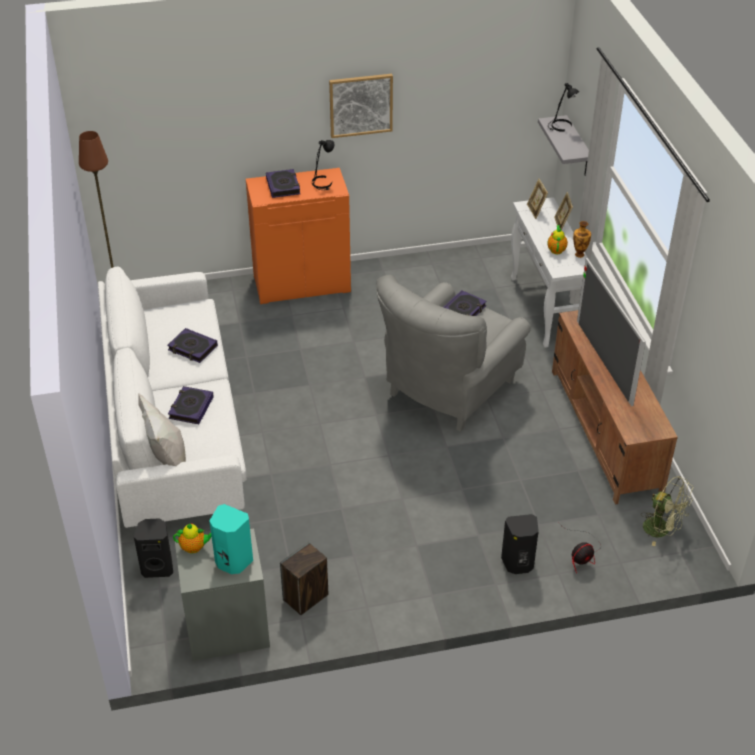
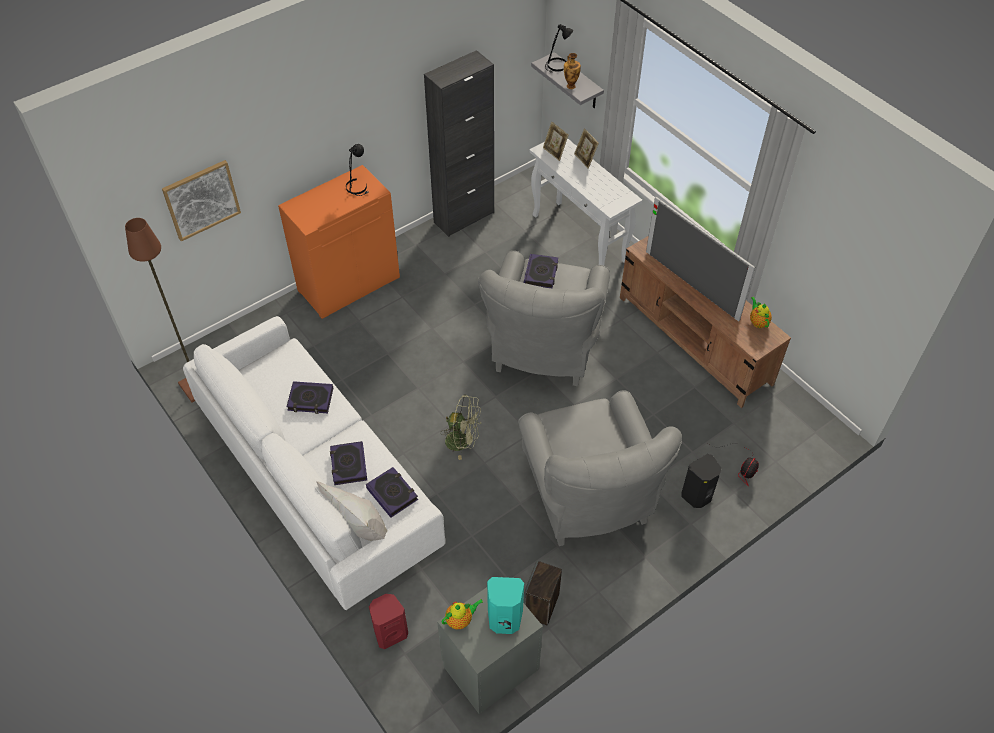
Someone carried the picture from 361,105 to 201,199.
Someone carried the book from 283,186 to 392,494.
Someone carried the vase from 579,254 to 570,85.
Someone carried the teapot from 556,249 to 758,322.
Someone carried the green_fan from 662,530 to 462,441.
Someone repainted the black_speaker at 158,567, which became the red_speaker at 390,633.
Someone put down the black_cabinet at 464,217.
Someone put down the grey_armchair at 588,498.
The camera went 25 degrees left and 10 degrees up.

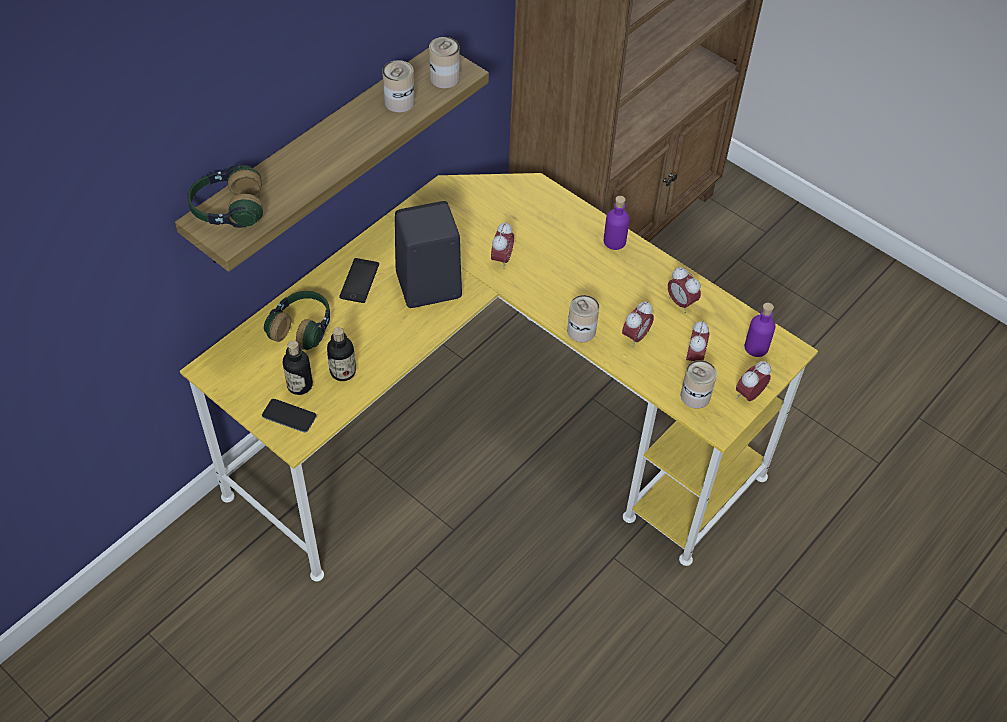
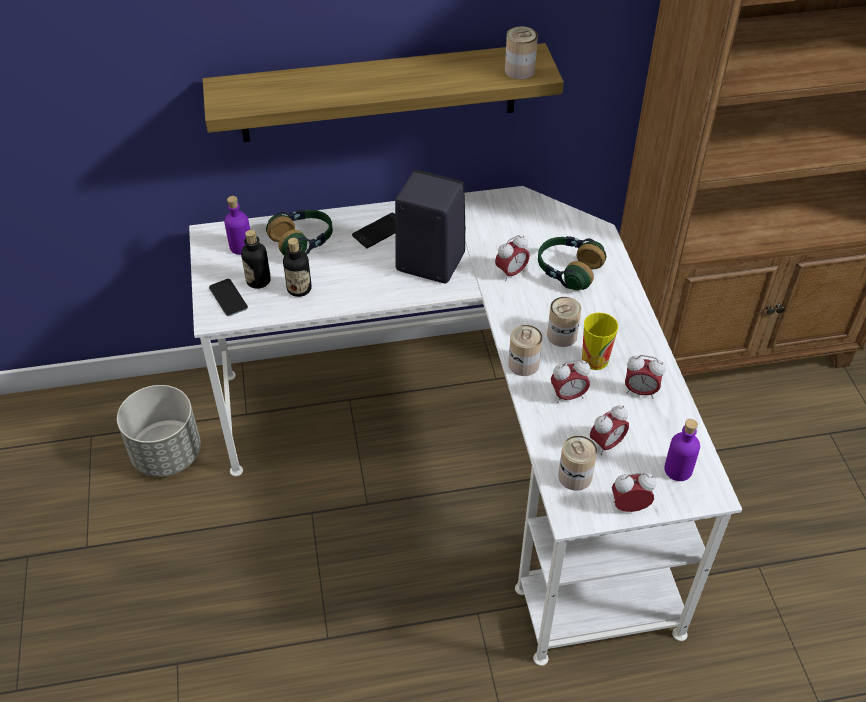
Someone carried the can from 399,102 to 562,335.
Someone carried the headphones from 228,209 to 567,271.
Someone repainted the yellow_desk at 494,434, which became the white_desk at 467,450.
Someone carried the purple_bottle from 614,241 to 241,247.
Someone rotated the alarm_clock at 681,303 by 75 degrees counterclockwise.
Someone put down the cup at 595,360.
Someone put down the grey_planter at 167,455.
The camera went 40 degrees right and 5 degrees down.

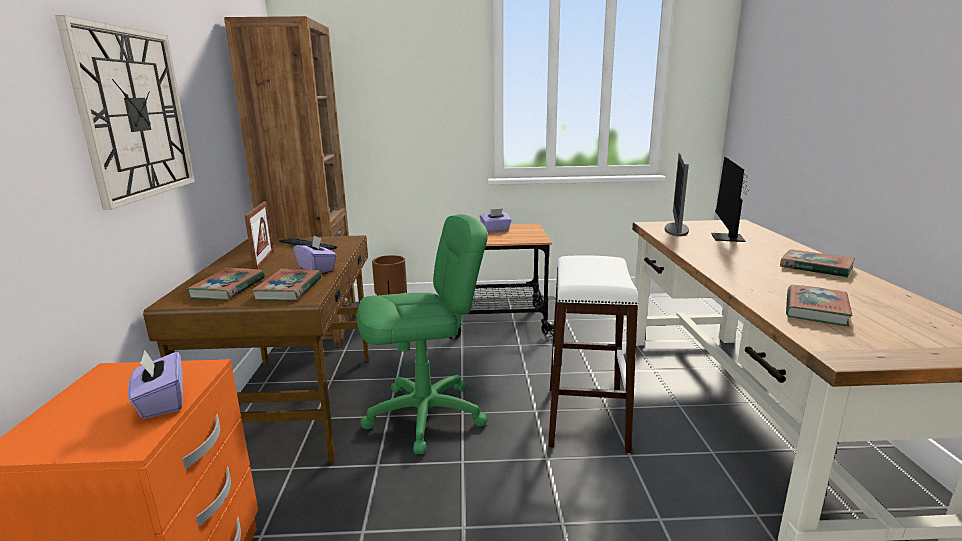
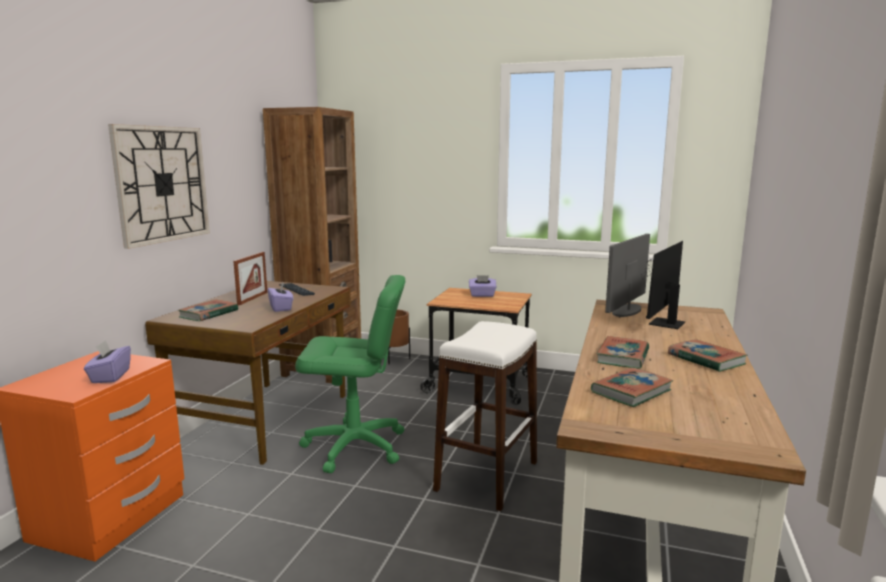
Someone carried the book from 289,289 to 623,356.
The camera went 20 degrees right and 5 degrees down.

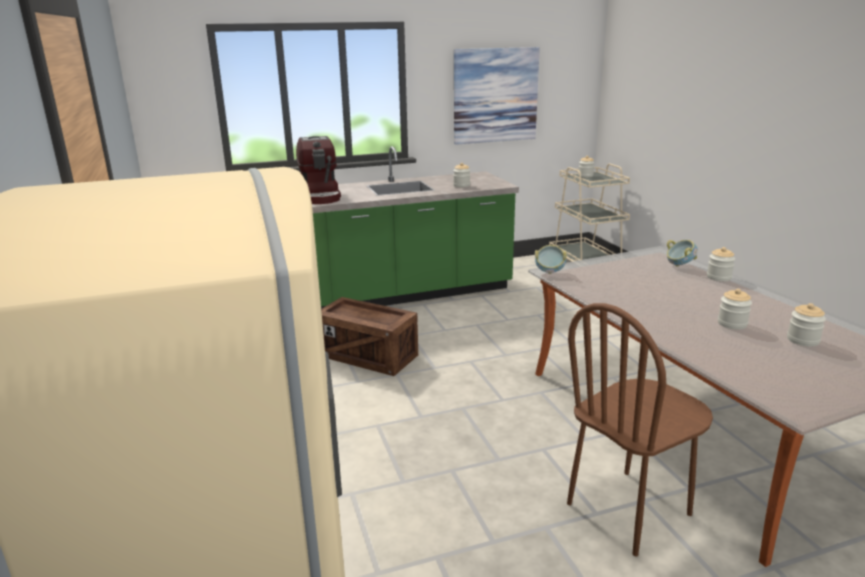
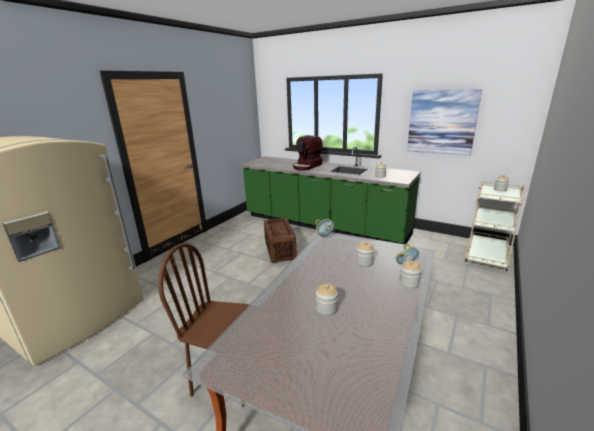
Someone carried the jar from 803,340 to 364,262.
The camera went 50 degrees right and 0 degrees up.

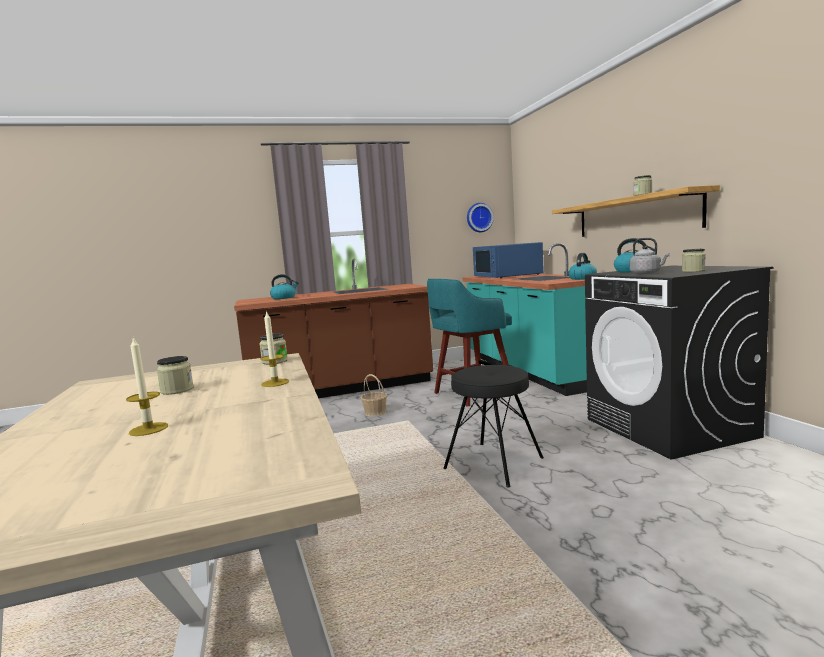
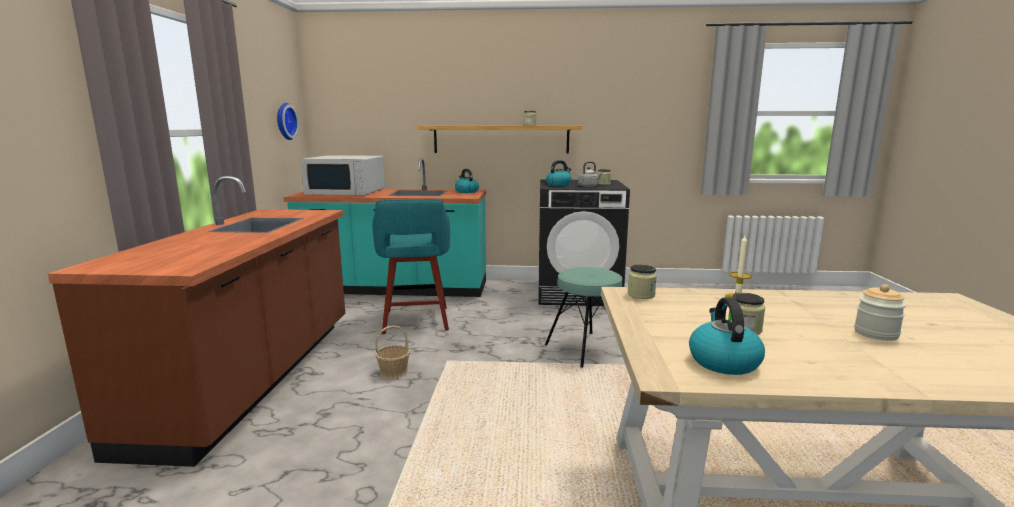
Someone repainted the blue_microwave at 507,276, which became the white_microwave at 347,192.
Someone carried the kettle from 284,298 to 723,361.
Someone swapped the candle at 148,429 for the jar at 876,333.
Someone repainted the black_stool at 493,463, which became the turquoise_stool at 586,349.
The camera went 70 degrees left and 5 degrees up.

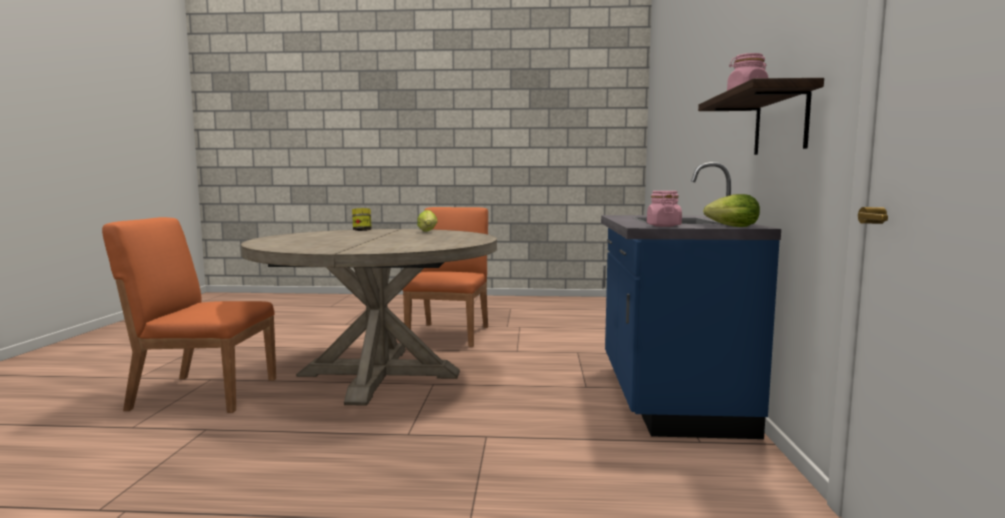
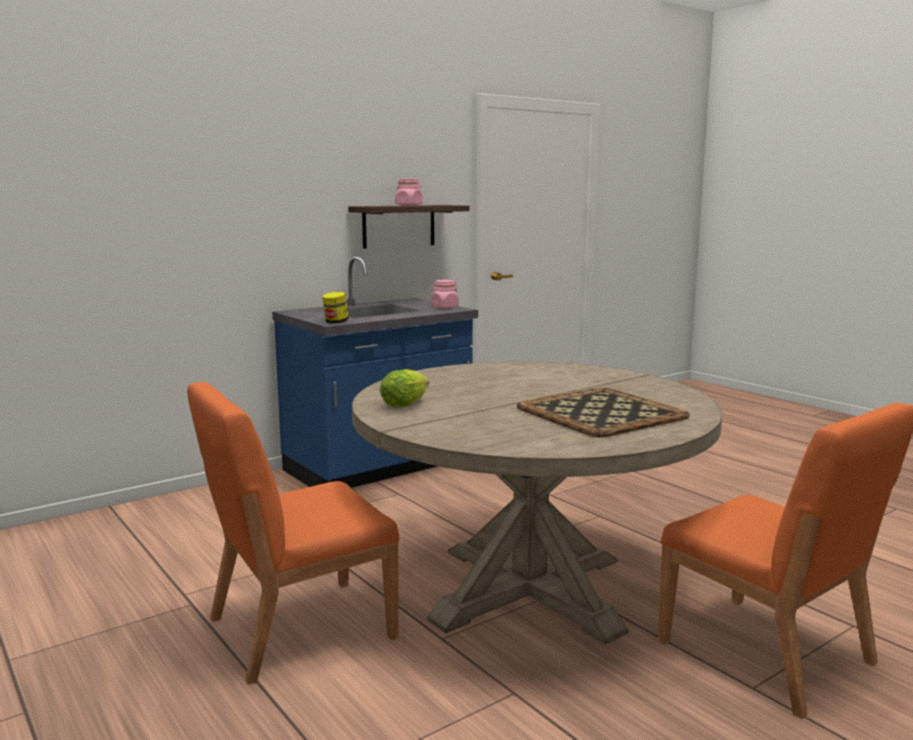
Someone took away the lettuce at 730,226.
Someone carried the jar from 362,231 to 336,322.
Someone put down the tray at 603,413.
The camera went 130 degrees left and 5 degrees up.

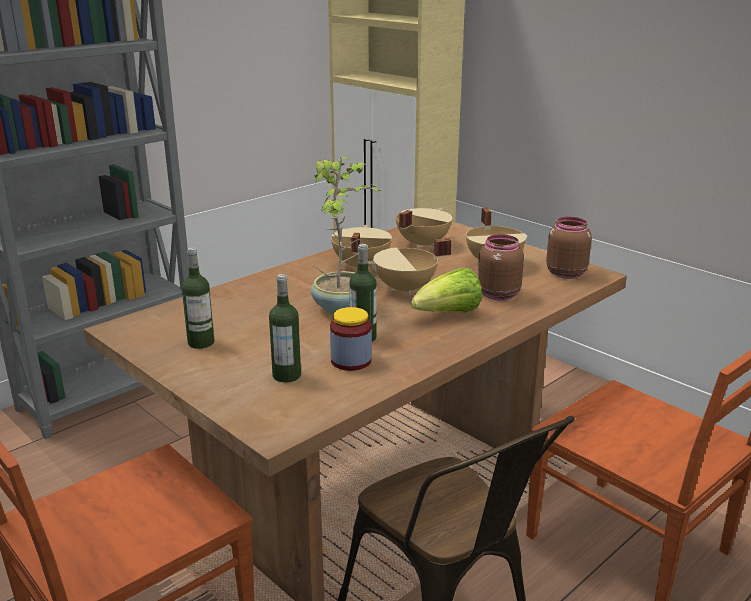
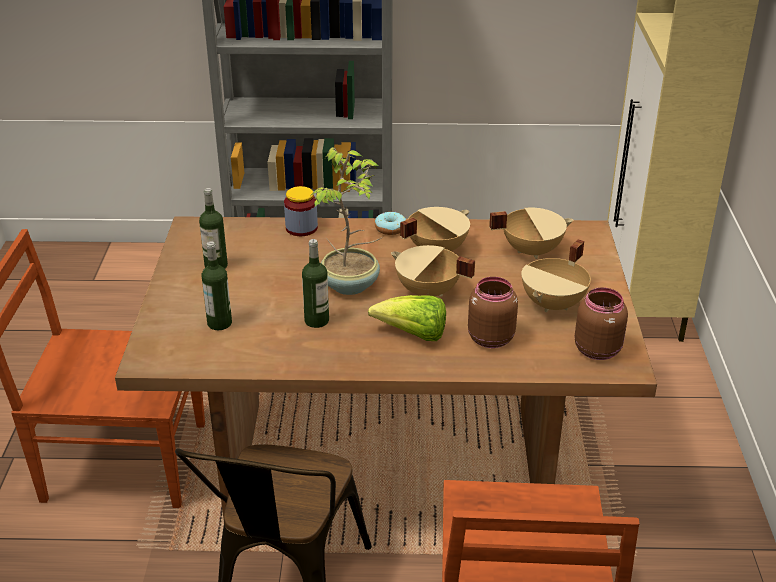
Someone carried the jar from 351,361 to 301,228.
Someone put down the donut at 390,229.
The camera went 45 degrees right and 10 degrees up.

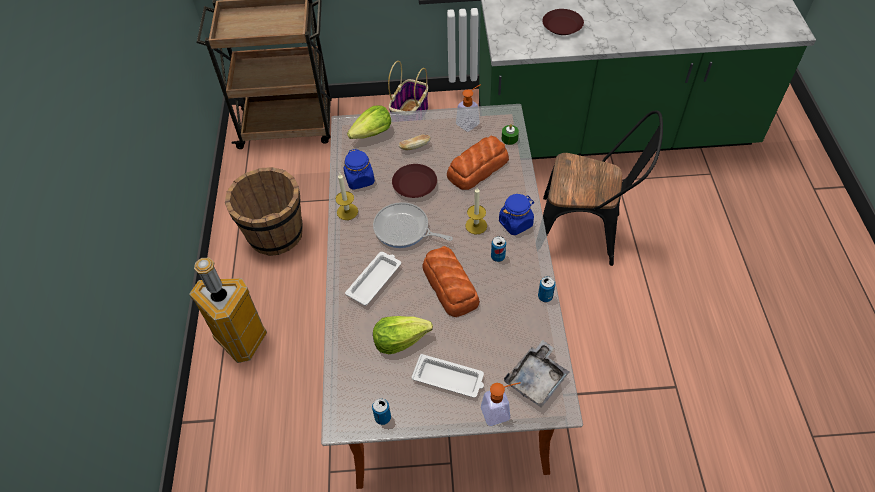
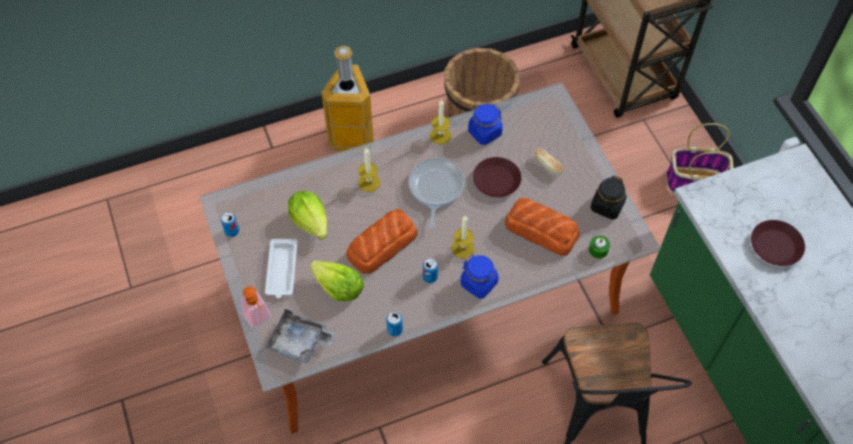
Someone swapped the soap_dispenser at 470,122 for the black_jar at 607,206.
Someone carried the lettuce from 372,133 to 338,288.
Someone swapped the white_tray at 375,280 for the candle at 369,182.
The camera went 70 degrees right and 5 degrees up.

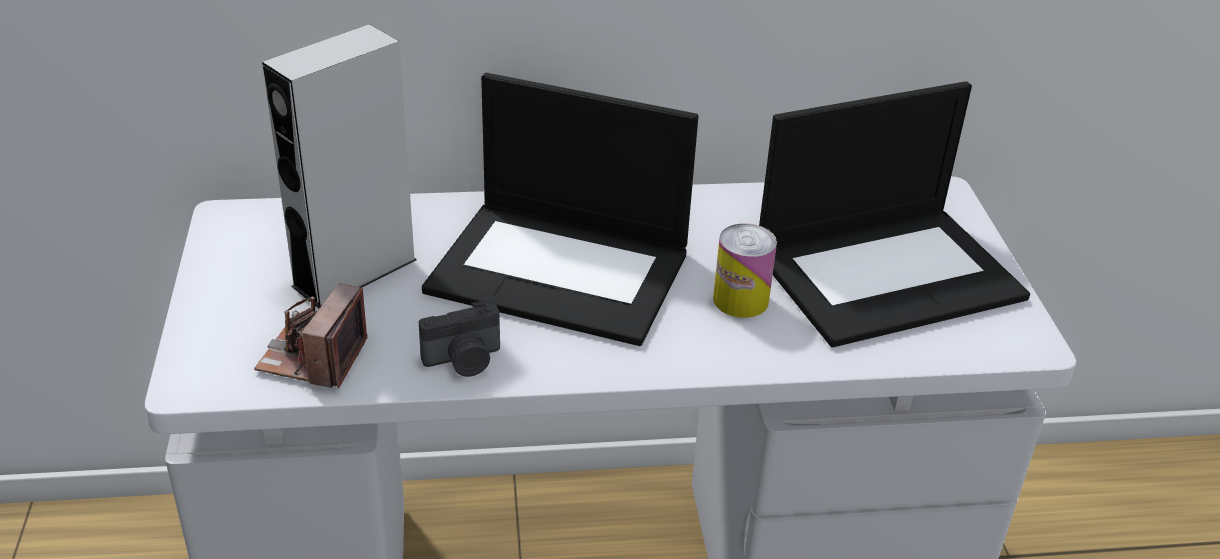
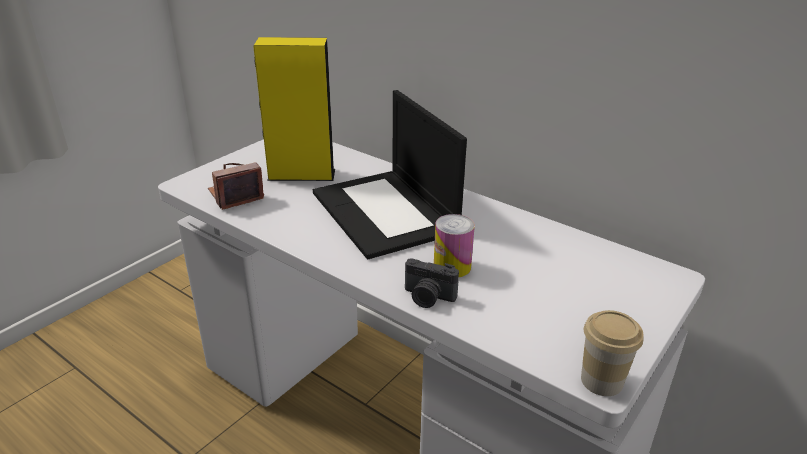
Someone repainted the grey_speaker at 354,273, which became the yellow_speaker at 301,174.
Someone took away the laptop at 889,273.
Someone carried the photo_camera from 464,361 to 428,297.
Someone put down the cup at 601,381.
The camera went 45 degrees right and 5 degrees down.

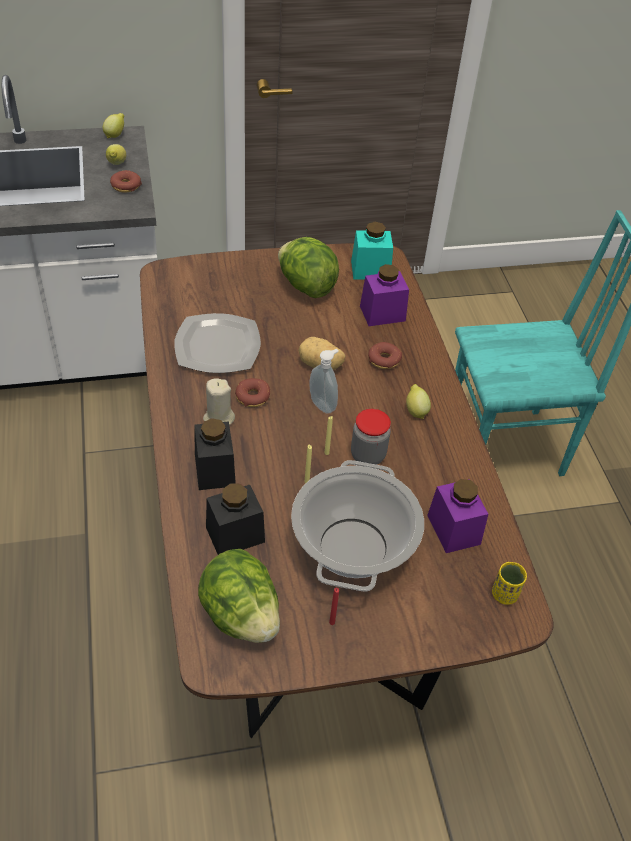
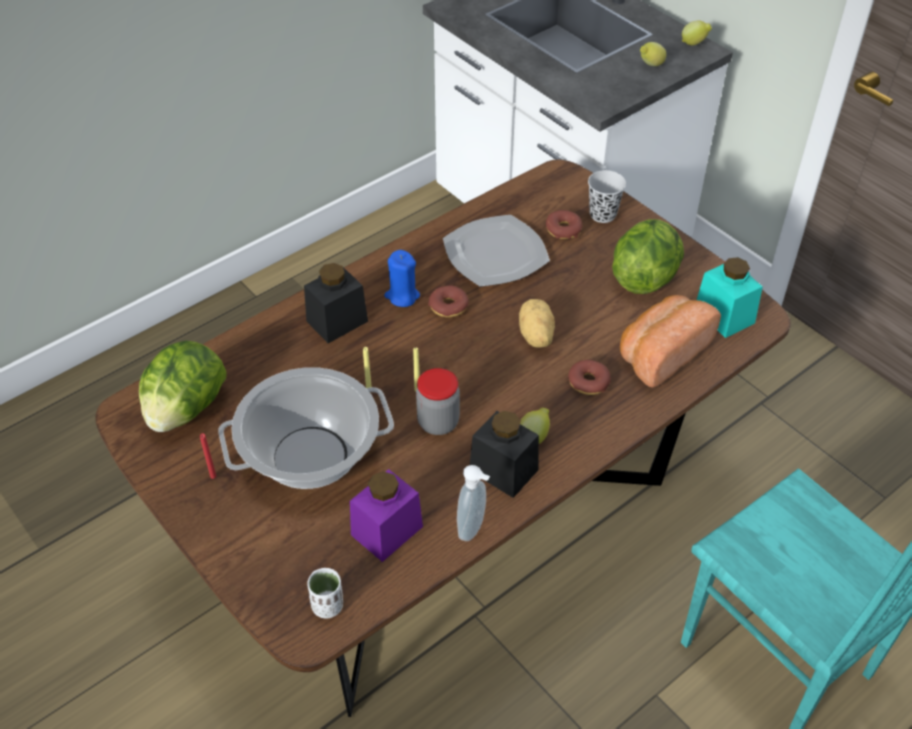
Someone carried the donut from 126,186 to 563,229.
Someone swapped the purple_jar at 382,313 for the bread at 661,353.
Someone carried the soap_dispenser from 323,404 to 473,528.
Someone repainted the beige_candle at 218,418, which became the blue_candle at 402,296.
Someone carried the black_jar from 235,534 to 503,470.
Someone repainted the yellow_cup at 504,594, which became the white_cup at 327,606.
Someone put down the black_cup at 602,214.
The camera went 65 degrees right and 0 degrees up.

